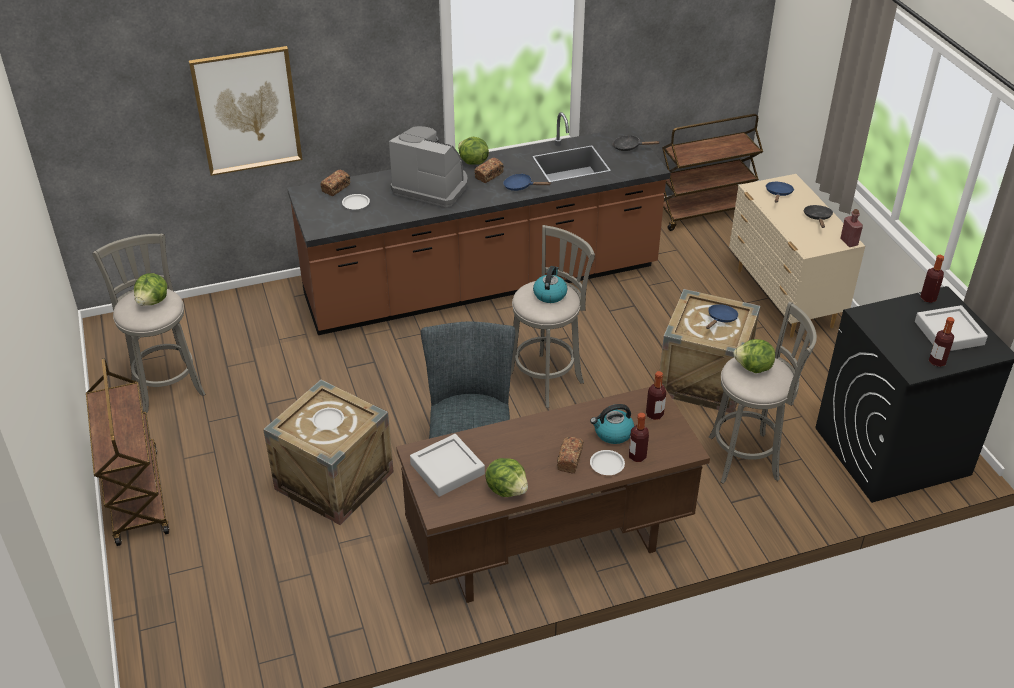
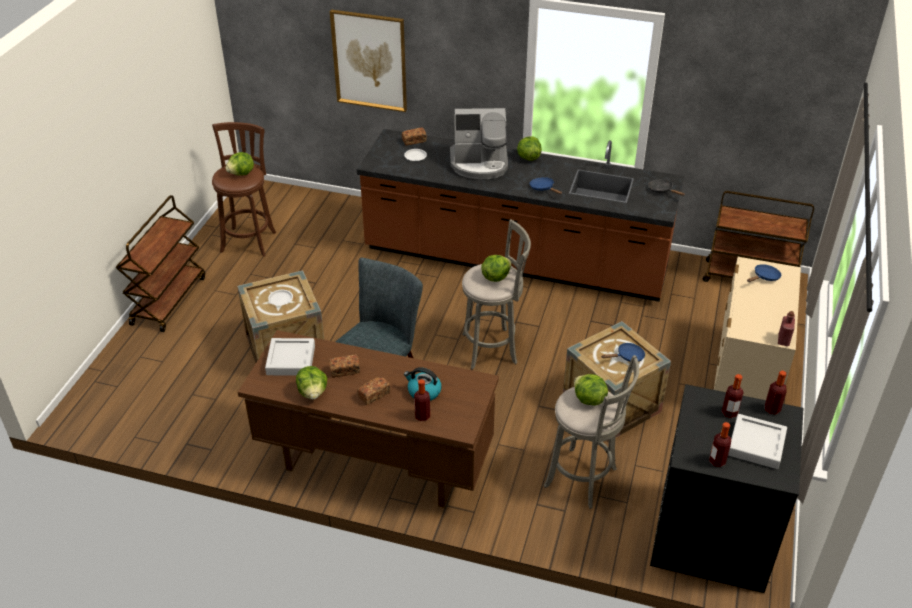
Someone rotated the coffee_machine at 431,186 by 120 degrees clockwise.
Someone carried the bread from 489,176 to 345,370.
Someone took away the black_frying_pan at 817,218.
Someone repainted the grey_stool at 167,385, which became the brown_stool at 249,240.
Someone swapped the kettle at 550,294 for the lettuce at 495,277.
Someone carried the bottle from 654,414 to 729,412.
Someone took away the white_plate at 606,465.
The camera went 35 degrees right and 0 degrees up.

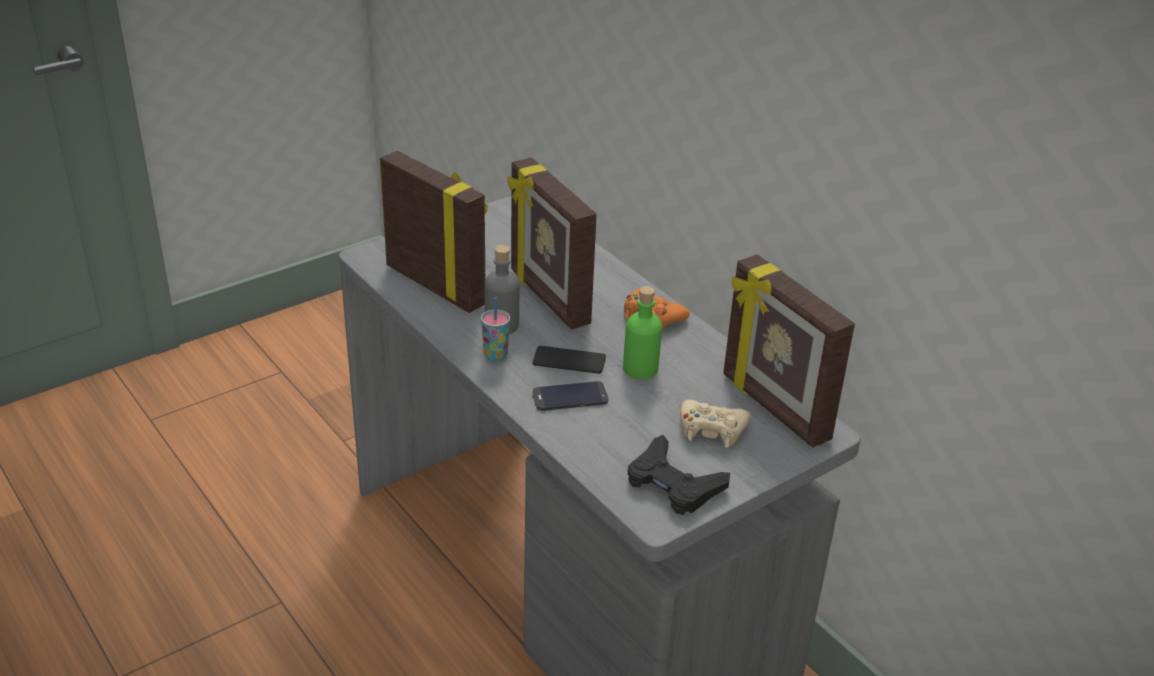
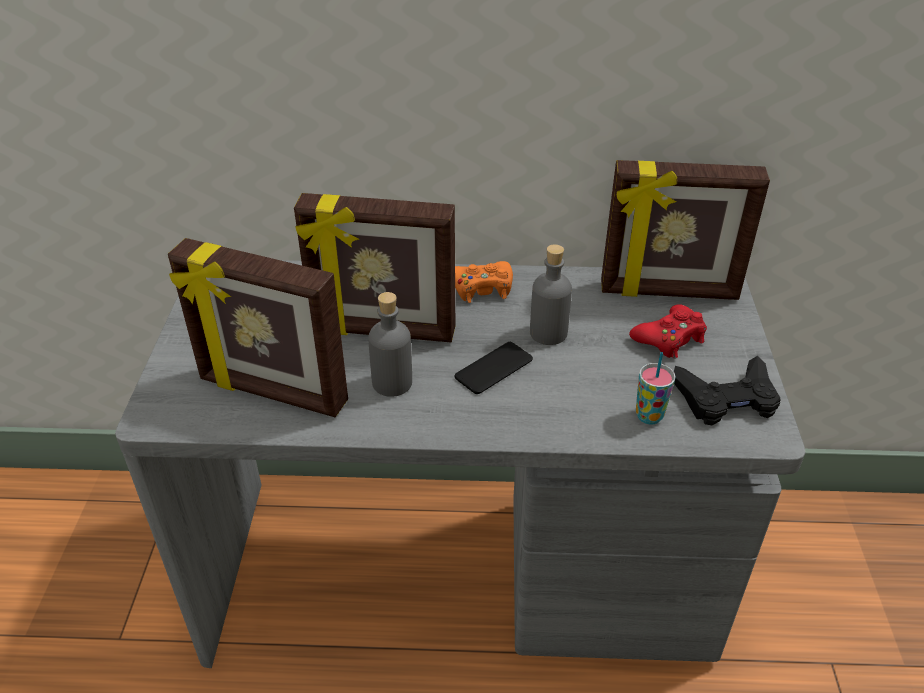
Someone rotated the picture_frame at 436,285 by 150 degrees counterclockwise.
Someone repainted the green_bottle at 640,368, which became the grey_bottle at 548,333.
Someone carried the cup from 495,356 to 649,416.
Someone took away the phone at 570,397.
Someone repainted the beige_game_controller at 711,430, which became the red_game_controller at 669,338.
The camera went 50 degrees left and 5 degrees up.

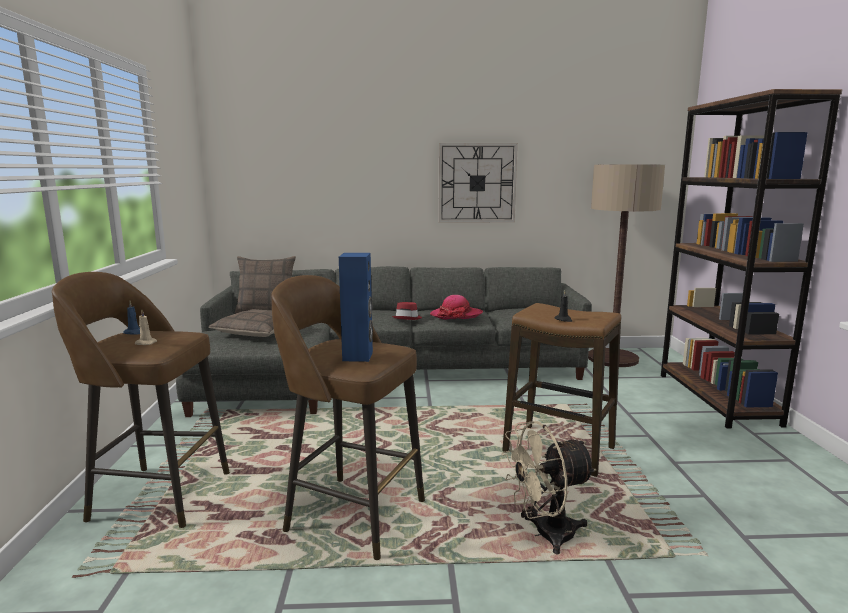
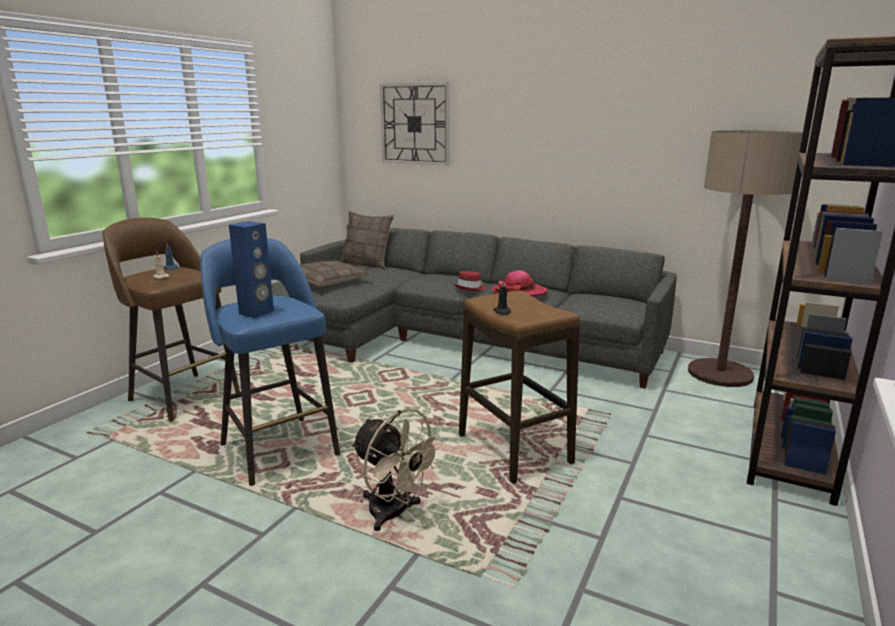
Someone carried the wall_clock from 477,183 to 415,124.
Someone repainted the brown_stool at 352,514, which became the blue_stool at 278,448.
Someone rotated the beige_fan at 545,535 by 150 degrees counterclockwise.
The camera went 30 degrees right and 5 degrees up.

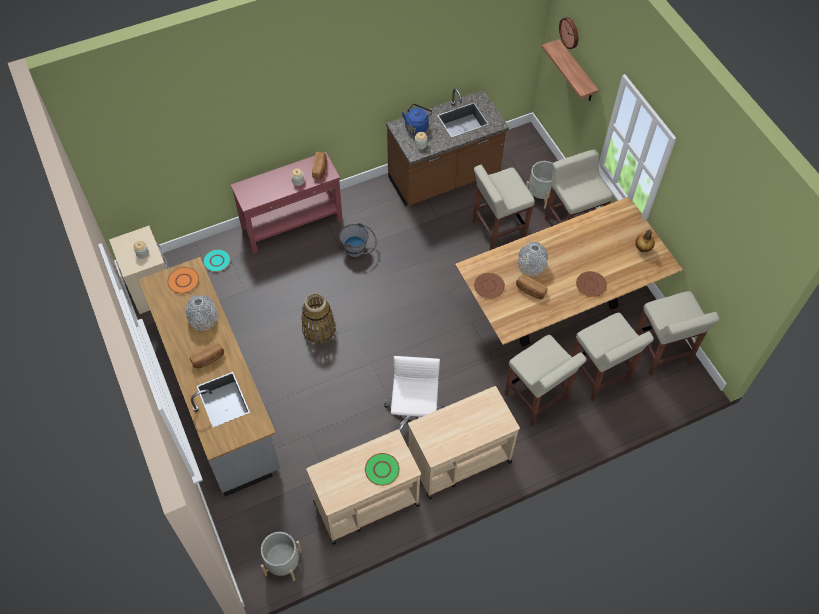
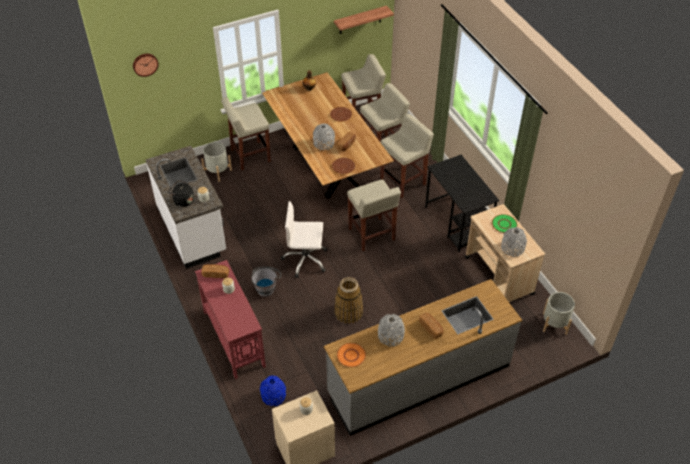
Someone carried the shelf from 576,72 to 360,20.
Someone repainted the brown_counter at 444,178, which became the white_counter at 192,230.
Someone repainted the blue_kettle at 417,126, which became the black_kettle at 182,200.
Someone carried the beige_stool from 497,230 to 372,235.
Someone swapped the turquoise_plate at 217,261 for the blue_vase at 273,395.
Someone carried the white_office_chair from 413,416 to 305,260.
Someone swapped the beige_cart at 458,460 for the black_desk at 457,224.
Someone put down the grey_vase at 512,248.
The camera went 90 degrees left and 10 degrees down.

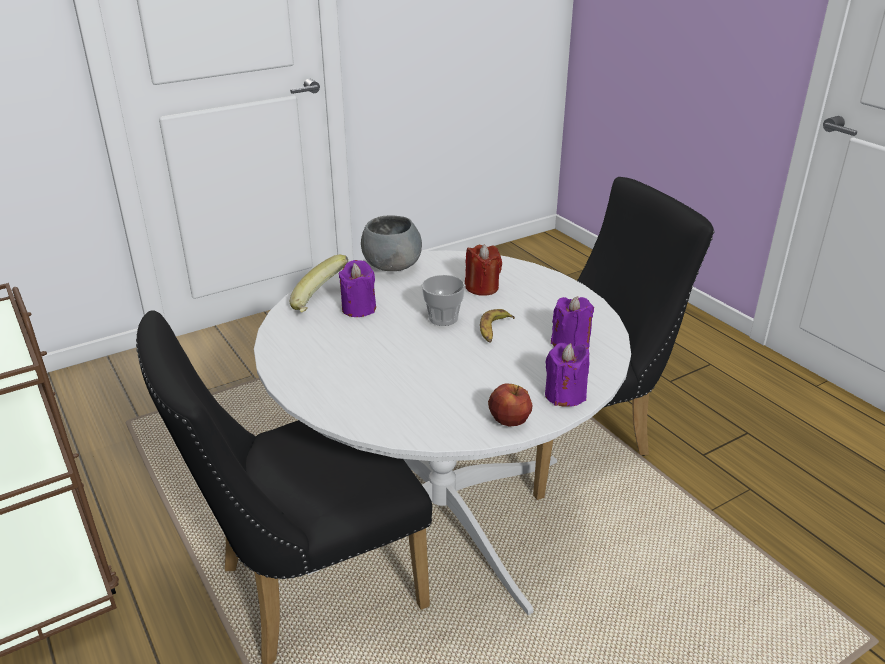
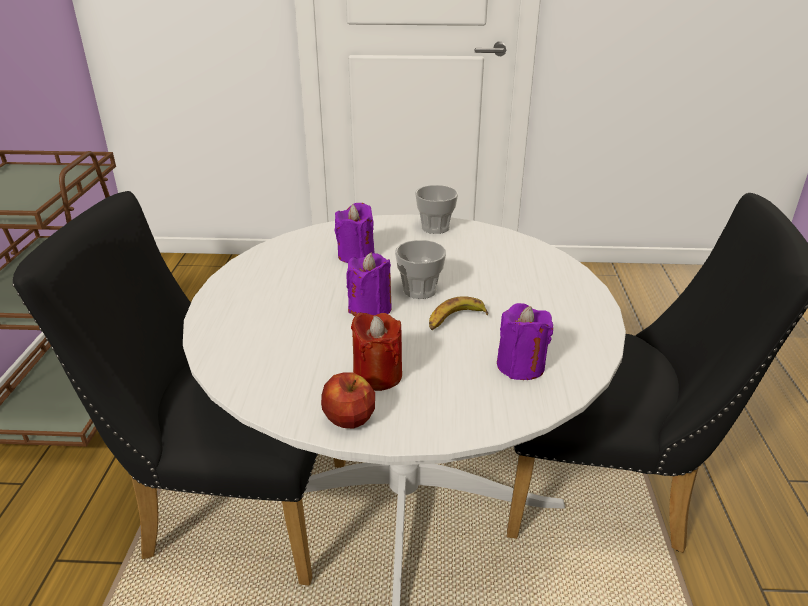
Someone swapped the grey_bowl at 392,266 for the cup at 435,227.
Someone carried the red_candle from 482,288 to 377,375.
Someone took away the banana at 321,303.
Someone carried the purple_candle from 565,395 to 370,309.
The camera went 35 degrees right and 0 degrees up.

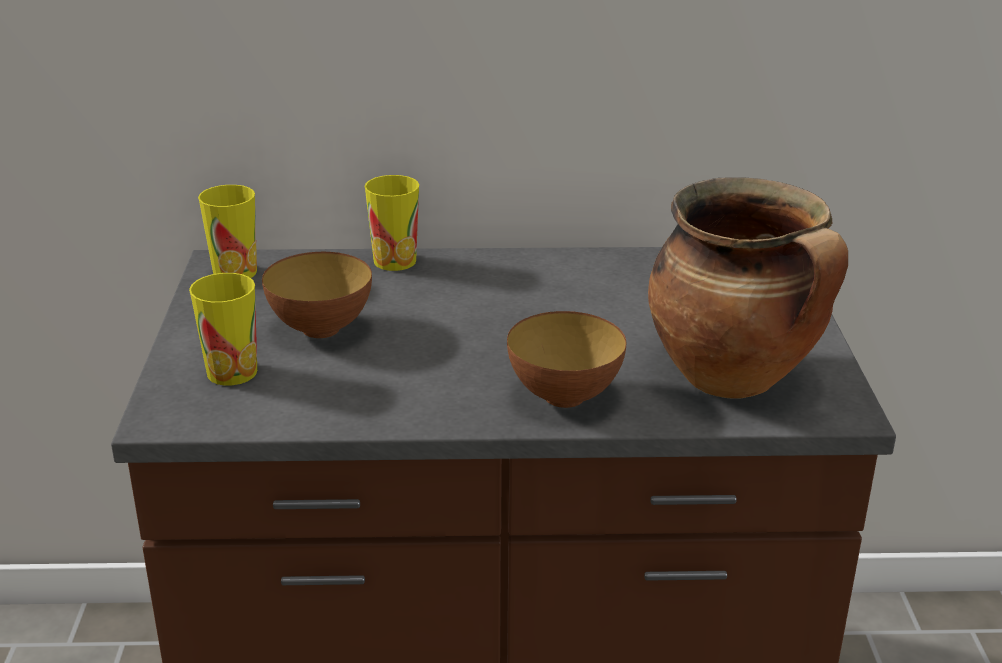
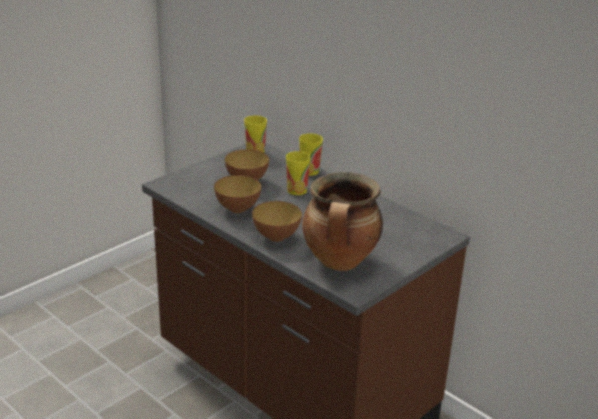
Someone carried the cup from 232,372 to 297,190.
Someone put down the bowl at 237,209.
The camera went 45 degrees right and 0 degrees up.

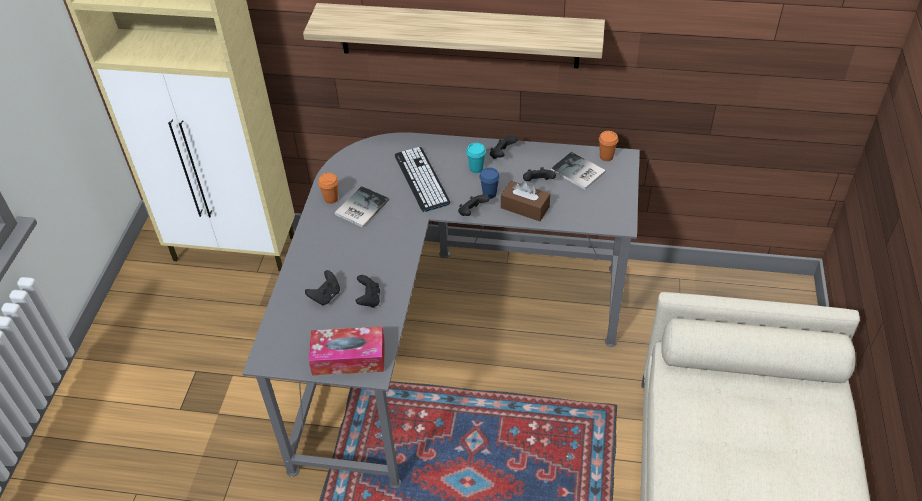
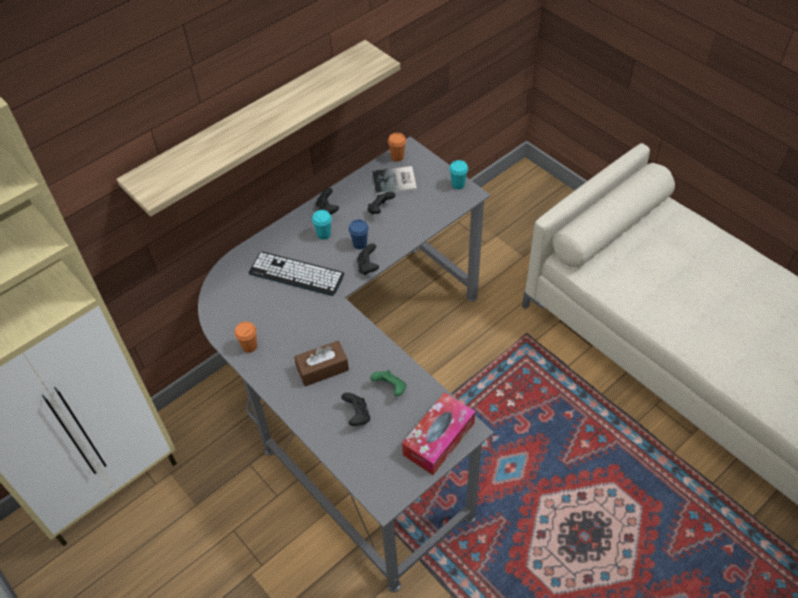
Someone carried the brown_tissue_box from 525,207 to 322,369.
Someone took away the book at 360,207.
Someone repainted the black_game_controller at 369,299, which became the green_game_controller at 390,388.
Someone put down the turquoise_cup at 458,185.
The camera went 50 degrees left and 5 degrees up.

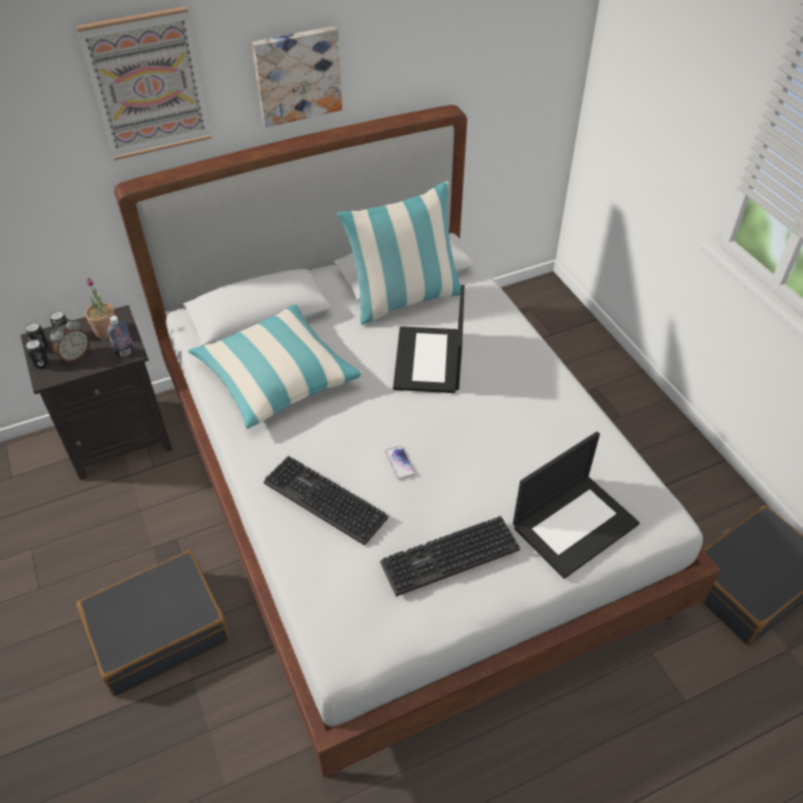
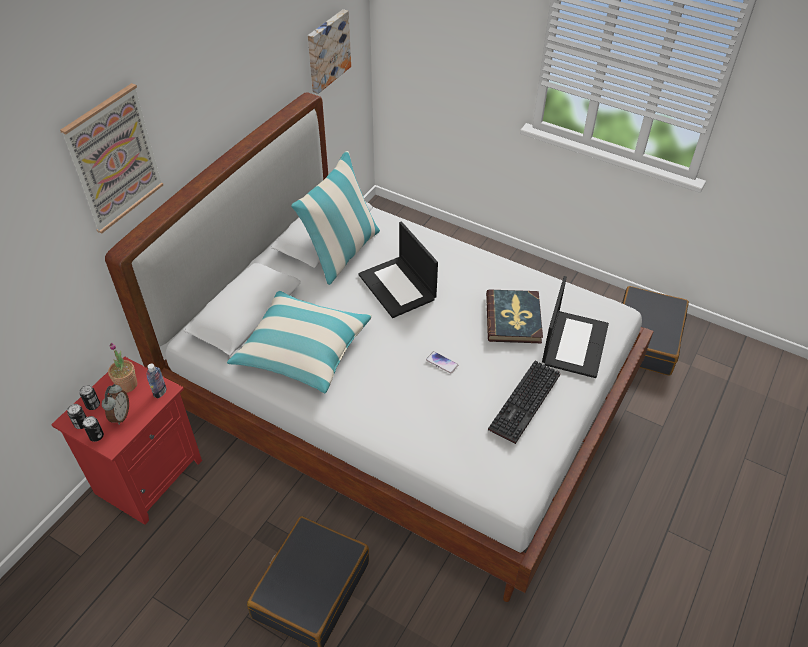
Someone carried the picture from 297,75 to 327,50.
Someone repainted the black_nightstand at 120,437, which became the red_nightstand at 149,475.
Someone took away the keyboard at 321,501.
Someone put down the book at 513,319.
The camera went 35 degrees left and 0 degrees up.

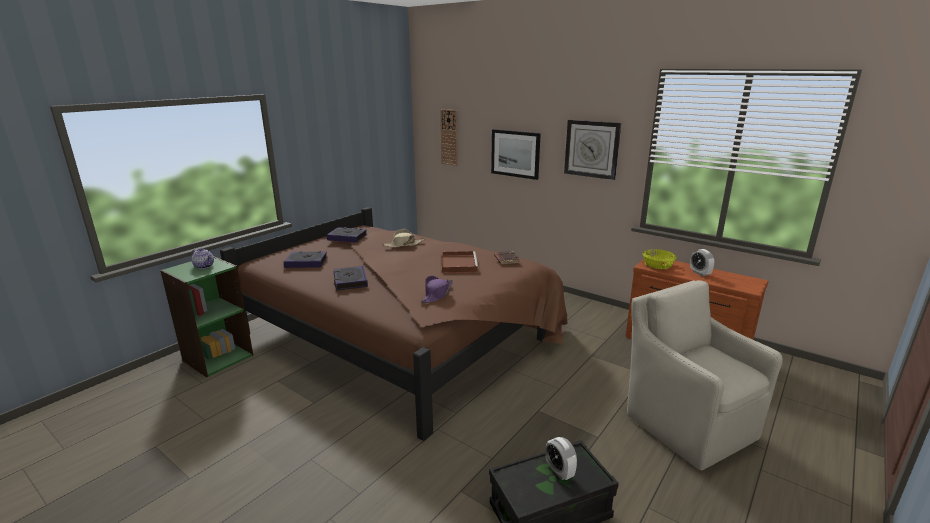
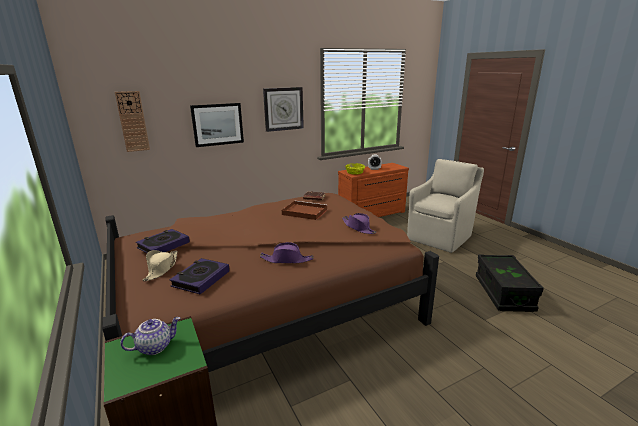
Someone carried the beige_hat from 403,244 to 161,268.
Someone swapped the book at 350,281 for the purple_hat at 287,260.
Someone rotated the beige_armchair at 687,424 by 135 degrees clockwise.
Someone took away the alarm_clock at 559,471.
The camera went 65 degrees left and 0 degrees up.

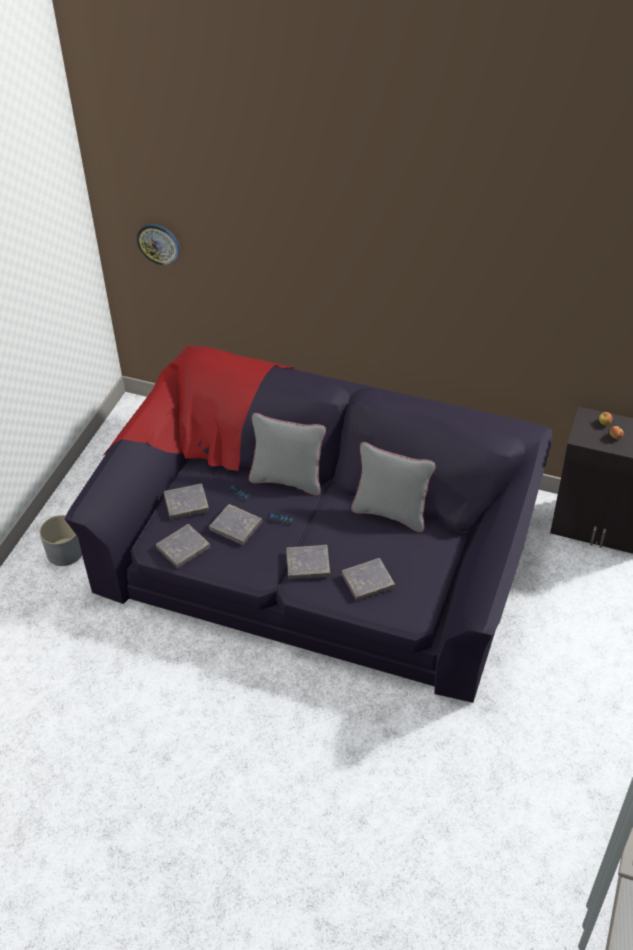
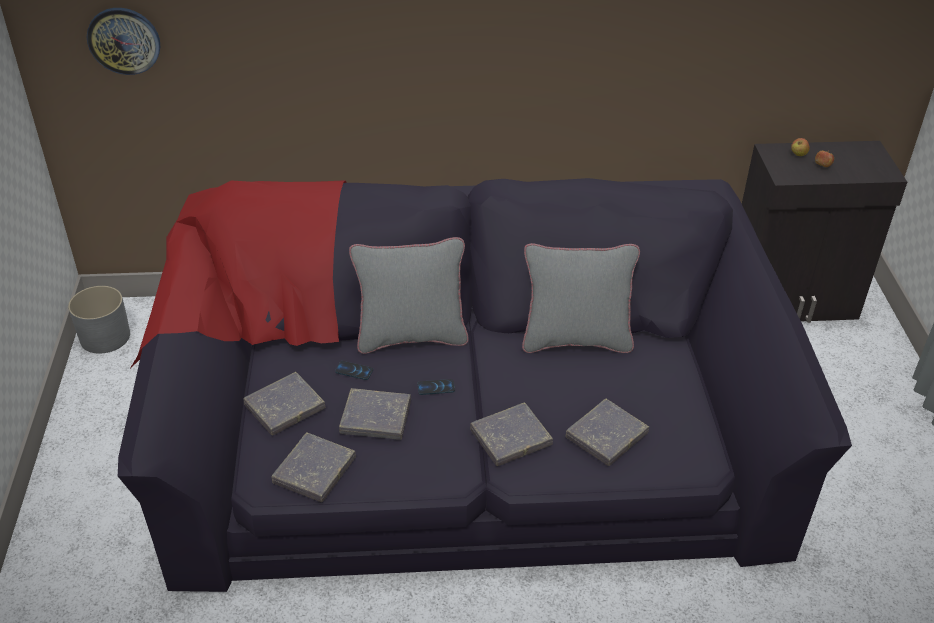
Someone carried the grey_planter from 65,552 to 105,337.
The camera went 25 degrees left and 5 degrees down.

